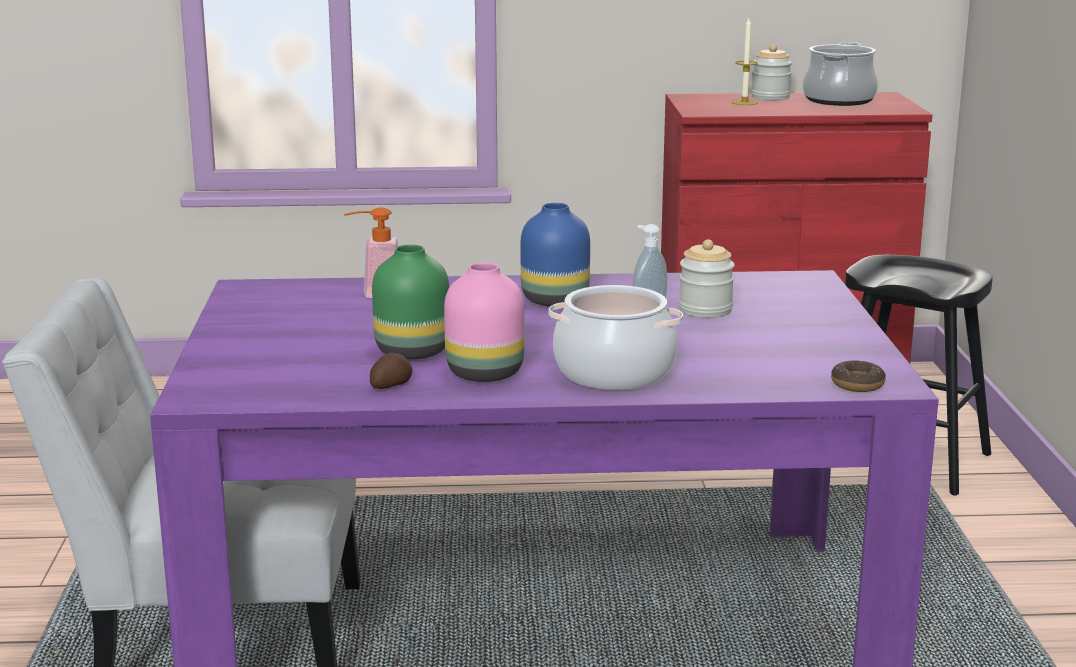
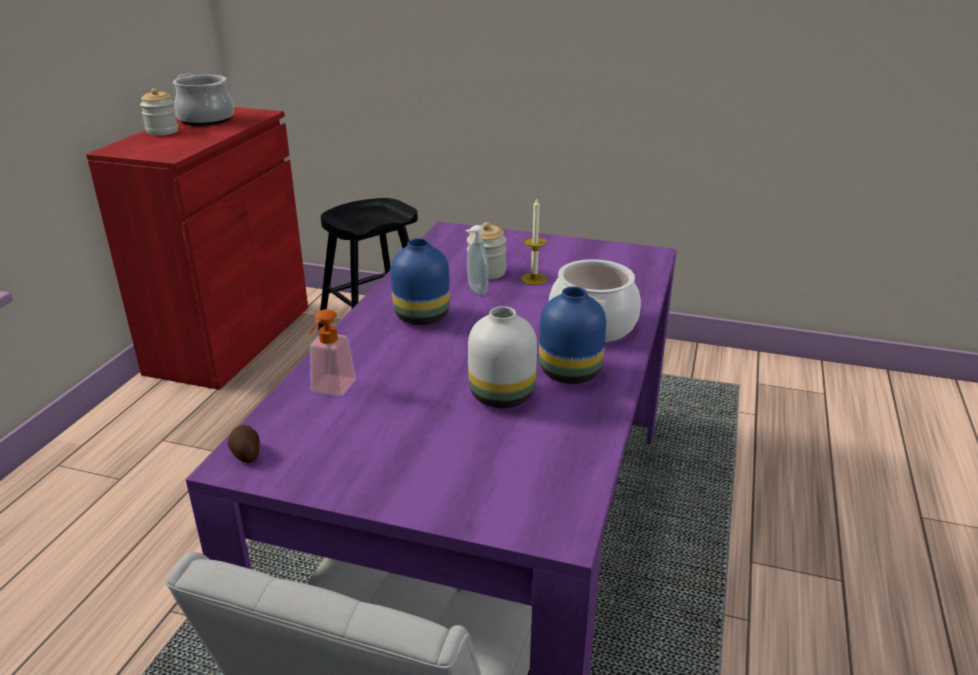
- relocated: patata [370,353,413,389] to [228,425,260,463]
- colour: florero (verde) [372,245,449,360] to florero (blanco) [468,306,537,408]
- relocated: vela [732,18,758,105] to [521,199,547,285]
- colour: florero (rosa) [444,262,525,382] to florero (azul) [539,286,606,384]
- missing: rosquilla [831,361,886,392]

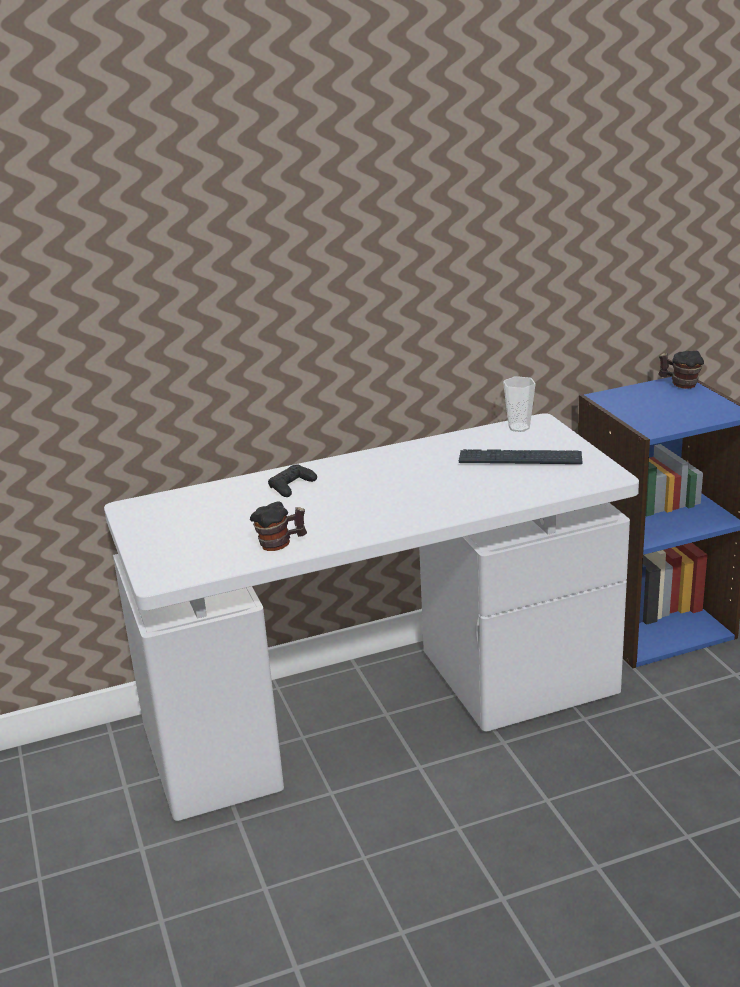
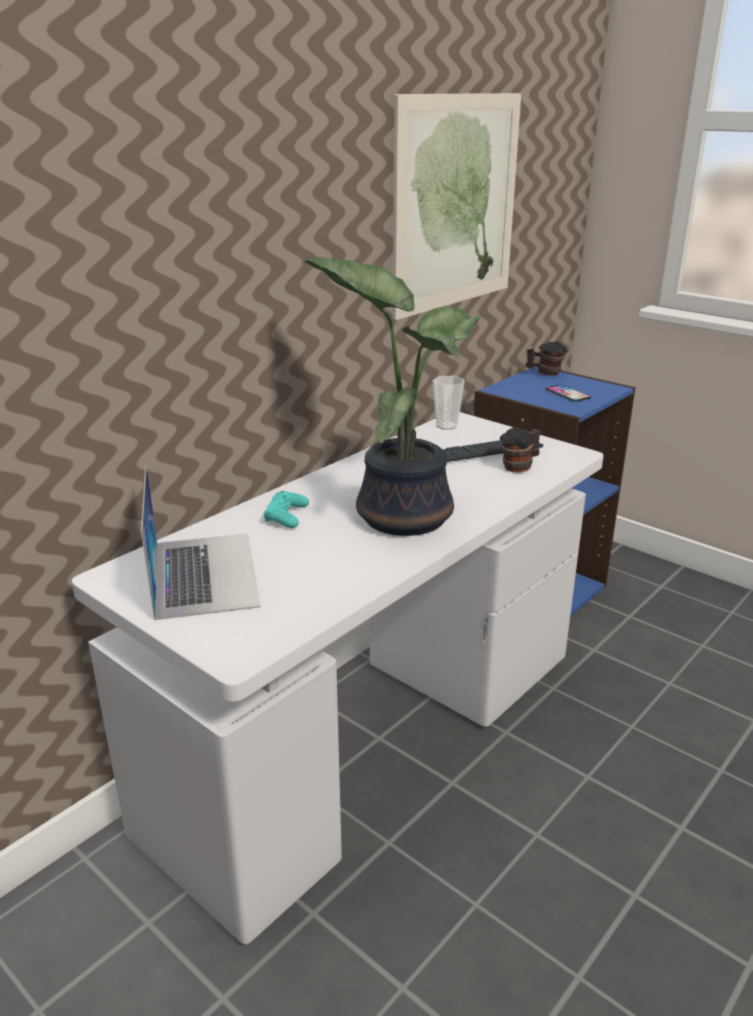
- appeared: portátil [141,465,261,620]
- colour: mando de consola (negro) [268,464,317,497] to mando de consola (turquesa) [263,491,309,528]
- appeared: planta en maceta [303,257,480,536]
- appeared: cuadro [393,93,521,320]
- relocated: taza grande [250,501,307,551] to [500,427,541,472]
- appeared: móvil [546,385,591,402]

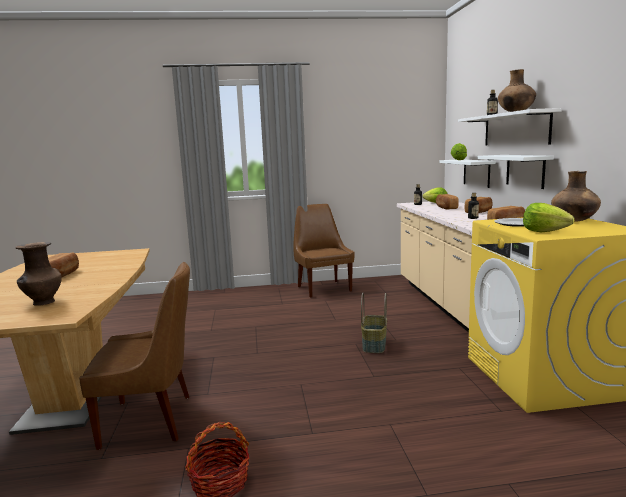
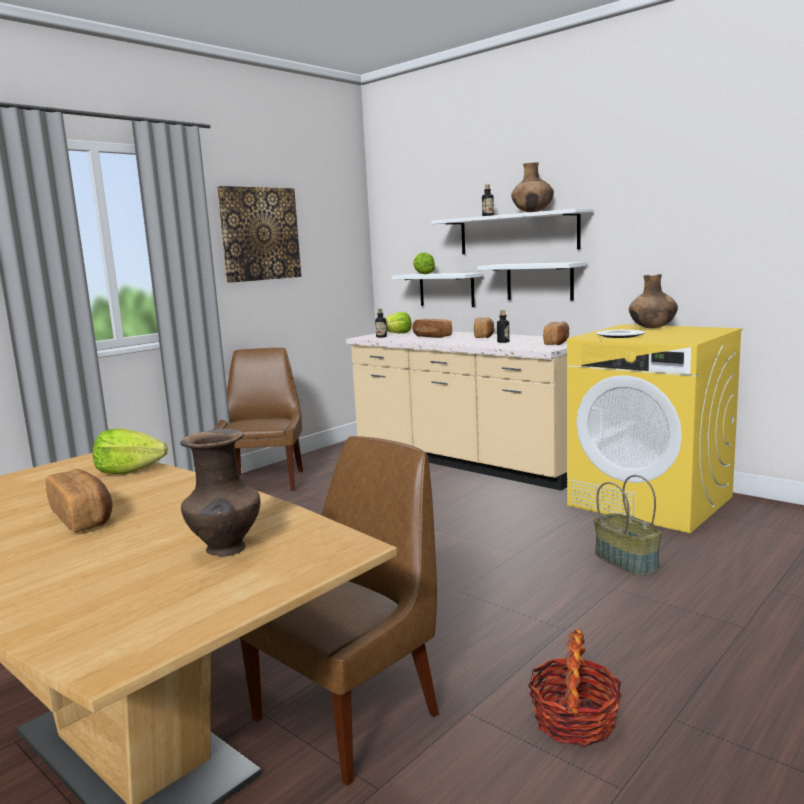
- relocated: lechuga [523,203,574,232] to [93,429,168,474]
- spun: silla (marrón) [294,204,355,298] = [213,348,303,491] 60 degrees clockwise
- appeared: cuadro [217,186,301,283]
- relocated: cesta [361,293,387,353] to [594,475,662,576]

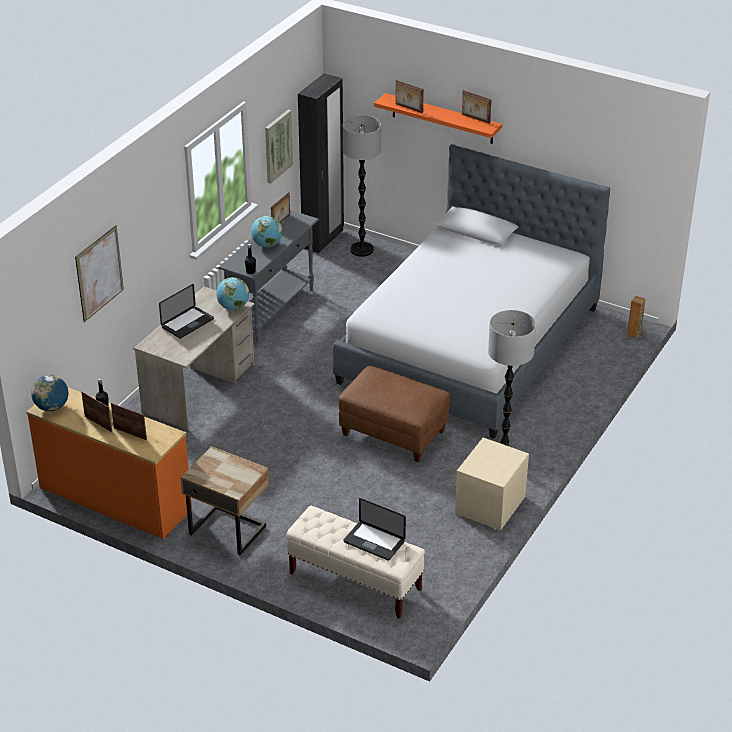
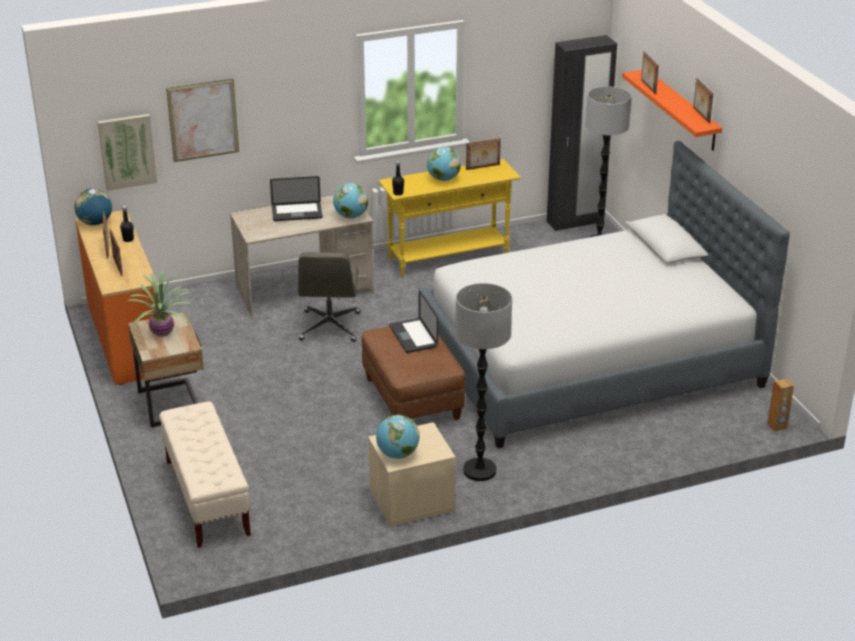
- relocated: cuadro [265,110,293,184] to [98,114,157,191]
- appeared: planta en maceta [128,270,193,337]
- appeared: silla de oficina (gris) [298,252,361,342]
- appeared: globo terráqueo [376,415,420,459]
- colour: mesa consola (gris) [218,210,319,343] to mesa consola (amarillo) [378,159,521,277]
- relocated: portátil [343,498,406,560] to [389,291,438,353]

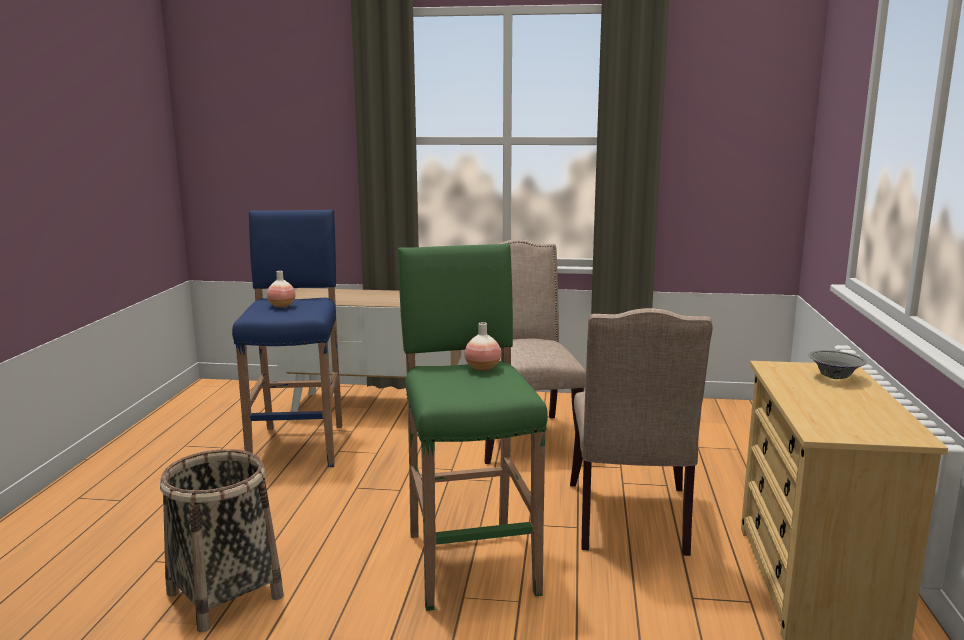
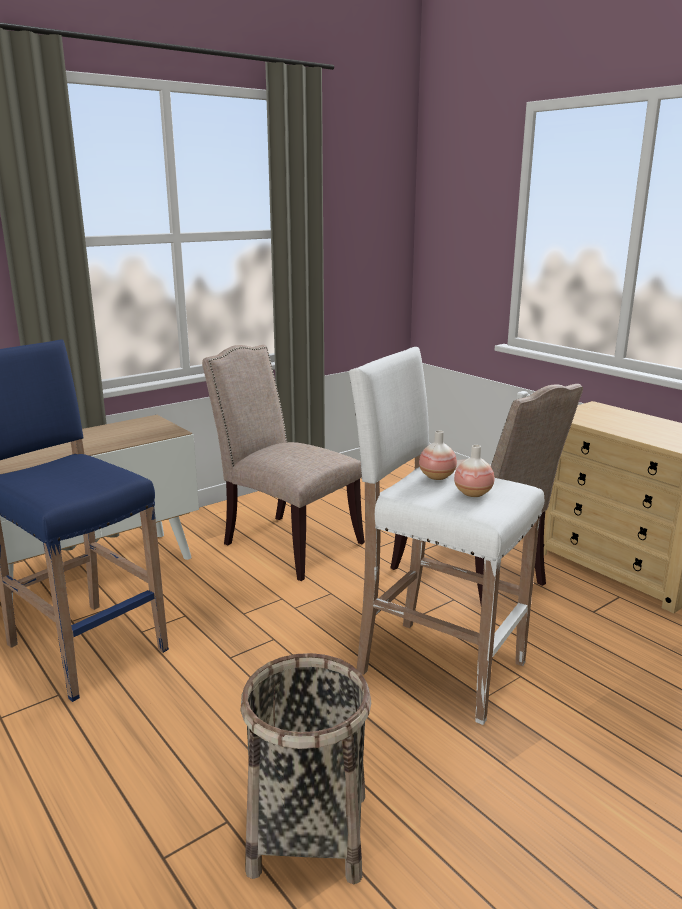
- colour: taburete (verde) [398,243,548,611] to taburete (blanco) [349,347,544,725]
- relocated: florero [267,271,295,308] to [454,445,494,497]
- missing: cuenco (gris) [808,350,867,379]

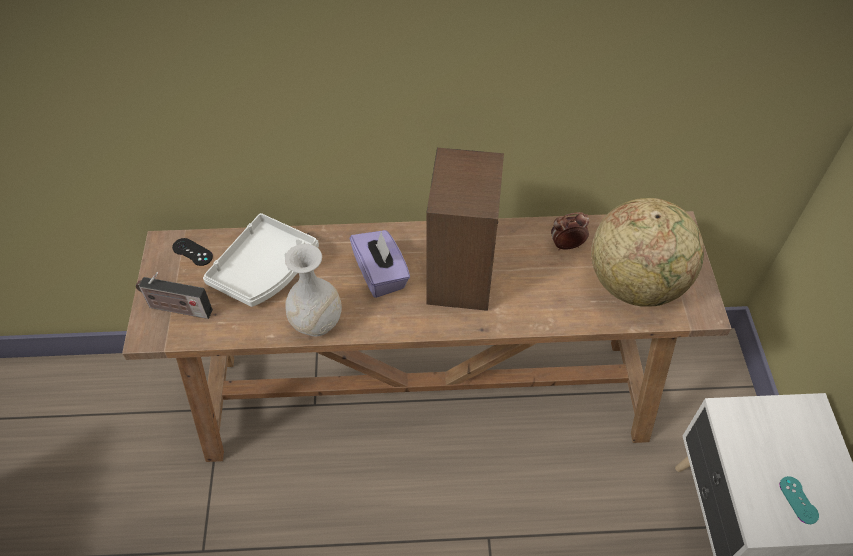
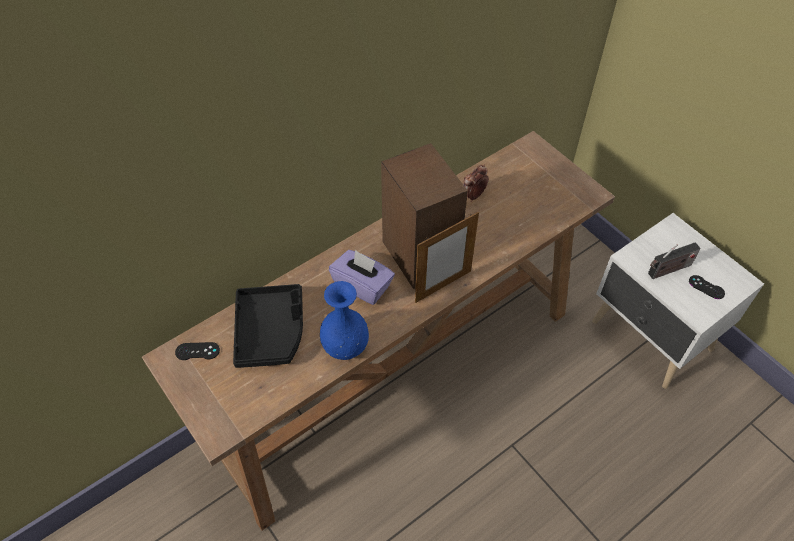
- colour: bandeja (blanco) [203,213,319,307] to bandeja (negro) [233,284,303,368]
- colour: florero (blanco) [285,244,342,336] to florero (azul) [320,281,369,360]
- appeared: portarretratos [415,212,479,303]
- relocated: radio [136,272,213,319] to [648,242,701,279]
- colour: mando de consola (turquesa) [780,476,819,524] to mando de consola (negro) [689,275,725,299]
- missing: globo terráqueo [591,198,704,307]

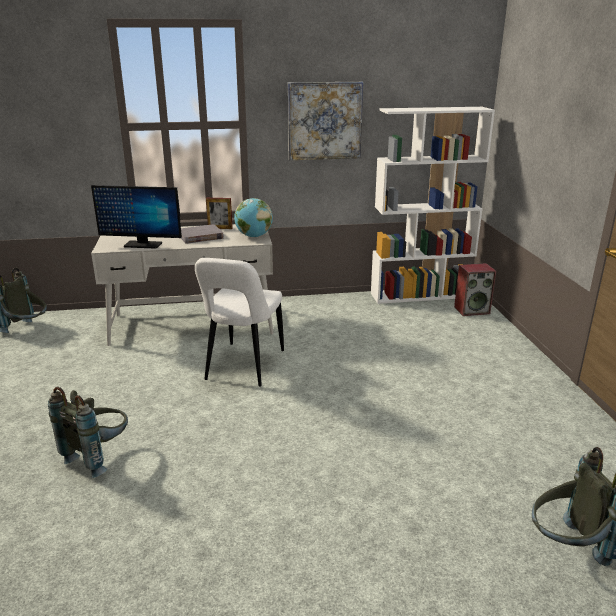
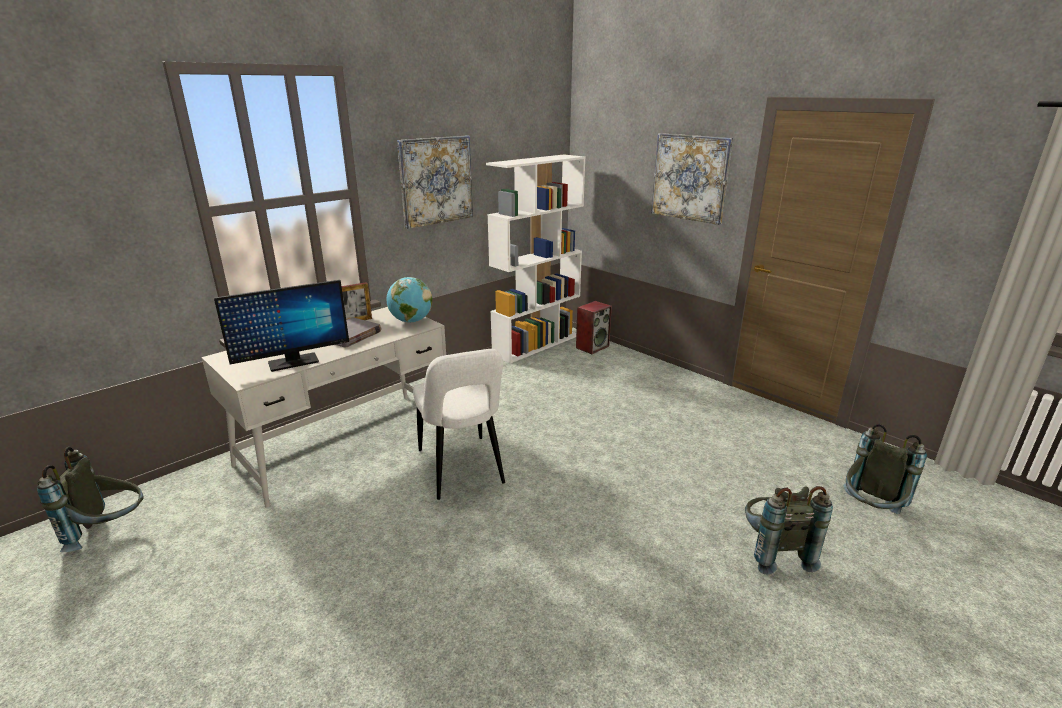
- appeared: cuadro [651,133,733,225]
- relocated: mochila (gris) [48,387,128,478] to [745,486,833,575]

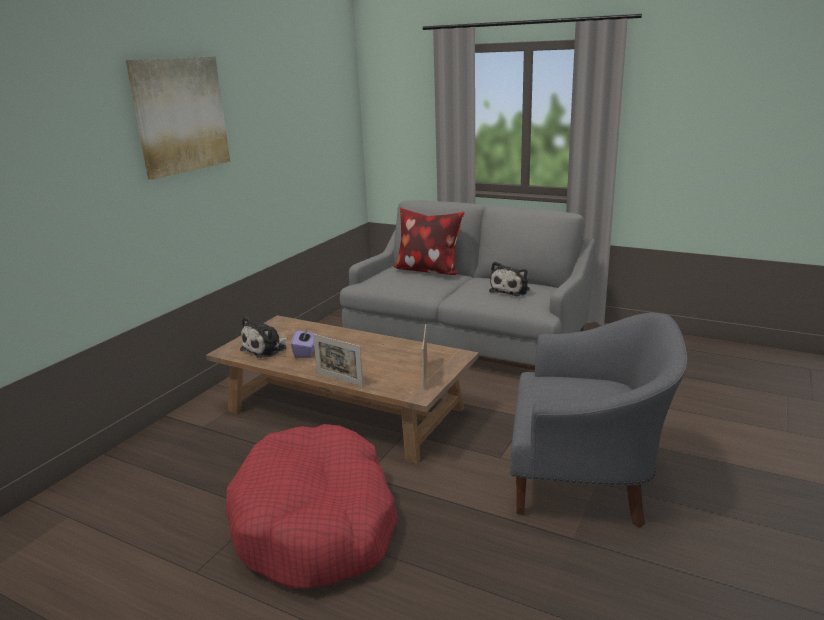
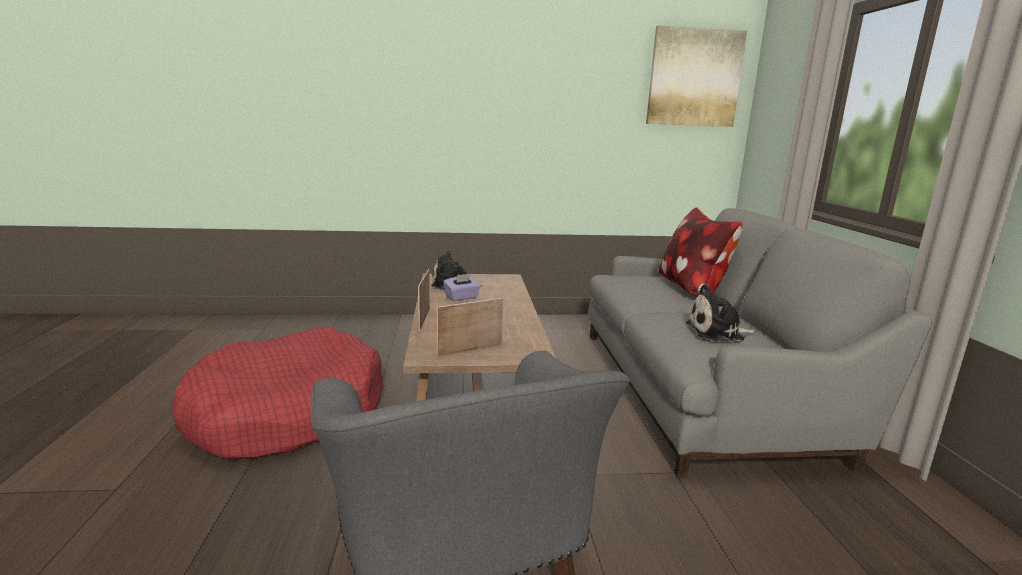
- relocated: cuadro [126,56,230,179] to [646,26,747,127]

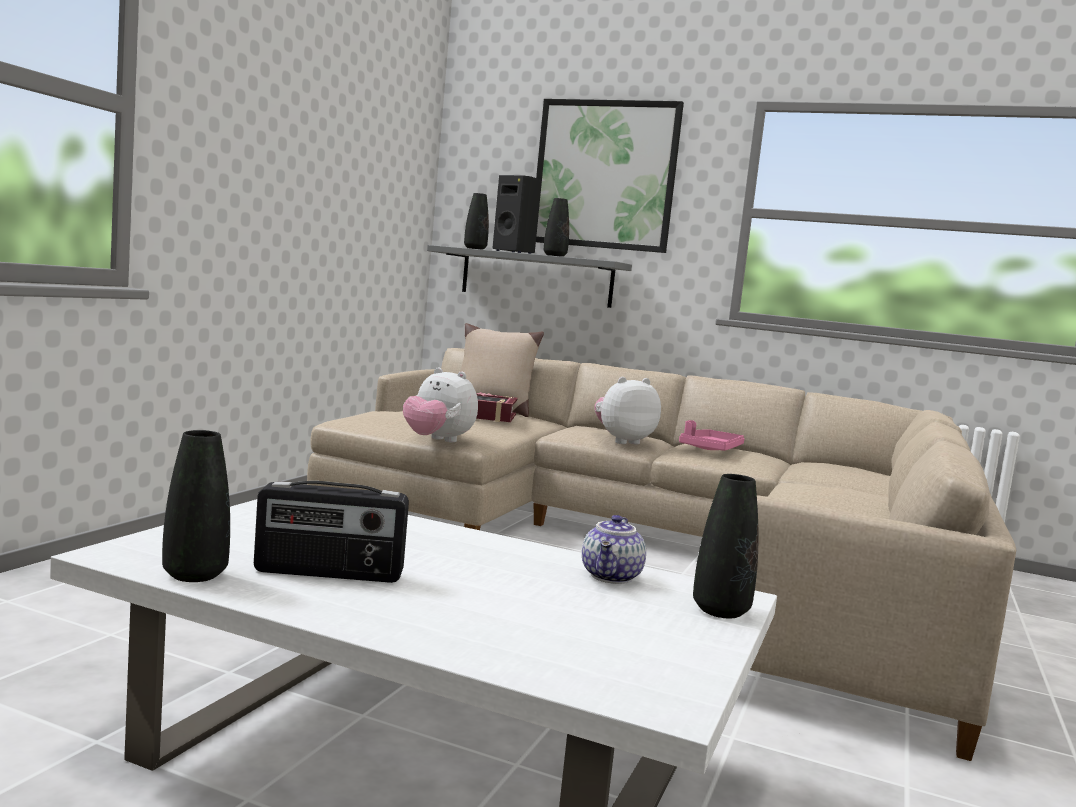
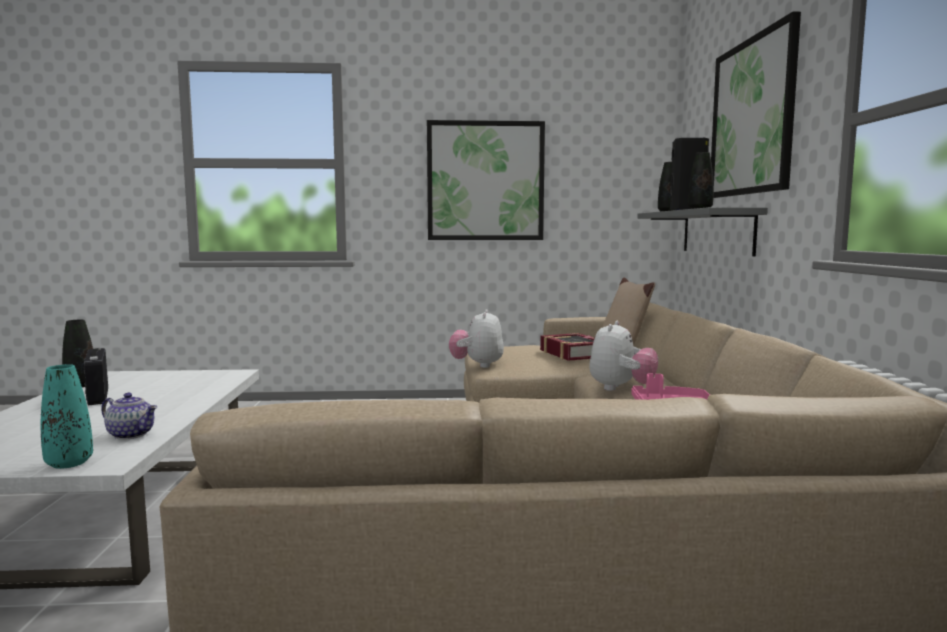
- colour: florero (negro) [693,474,758,619] to florero (turquesa) [41,364,93,469]
- spun: tetera [582,515,646,584] = [101,393,157,440] 150 degrees counterclockwise
- appeared: cuadro [427,120,545,240]
- spun: peluche [594,377,661,444] = [589,321,658,391] 75 degrees clockwise

